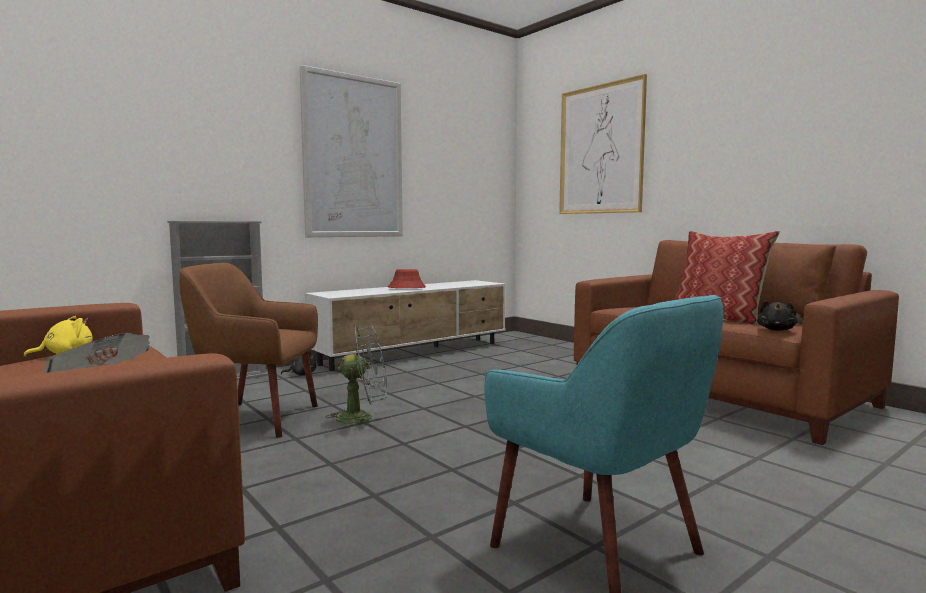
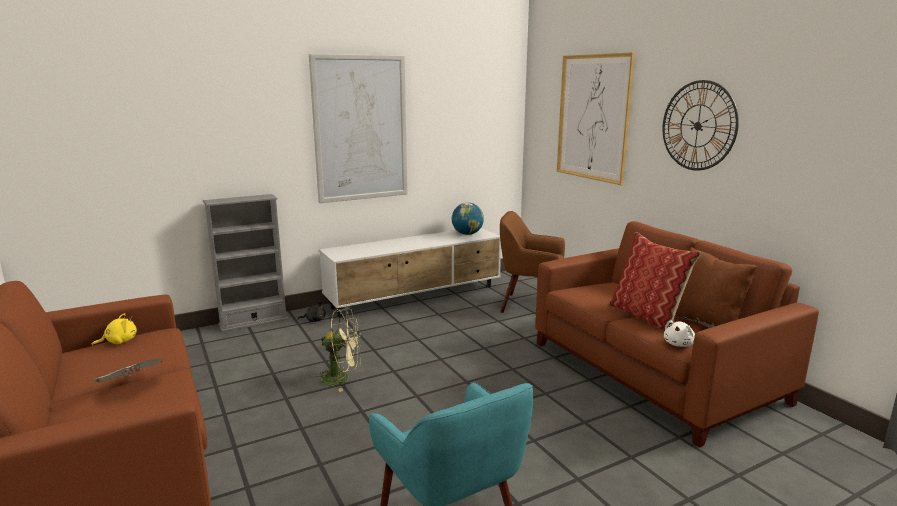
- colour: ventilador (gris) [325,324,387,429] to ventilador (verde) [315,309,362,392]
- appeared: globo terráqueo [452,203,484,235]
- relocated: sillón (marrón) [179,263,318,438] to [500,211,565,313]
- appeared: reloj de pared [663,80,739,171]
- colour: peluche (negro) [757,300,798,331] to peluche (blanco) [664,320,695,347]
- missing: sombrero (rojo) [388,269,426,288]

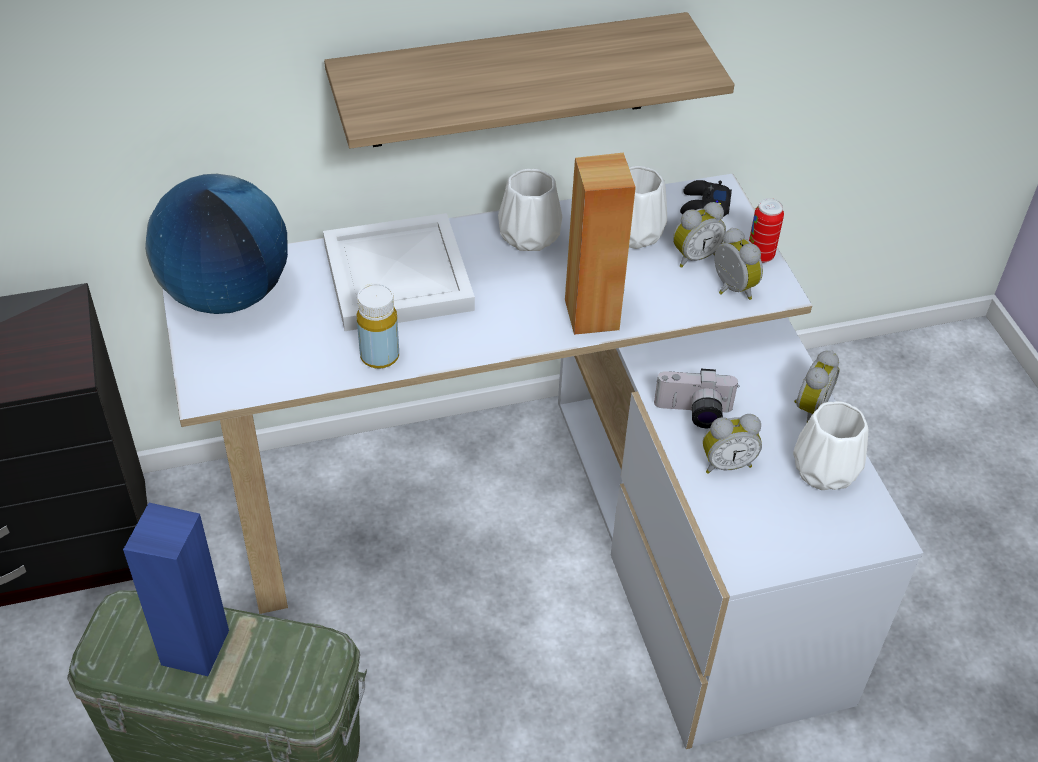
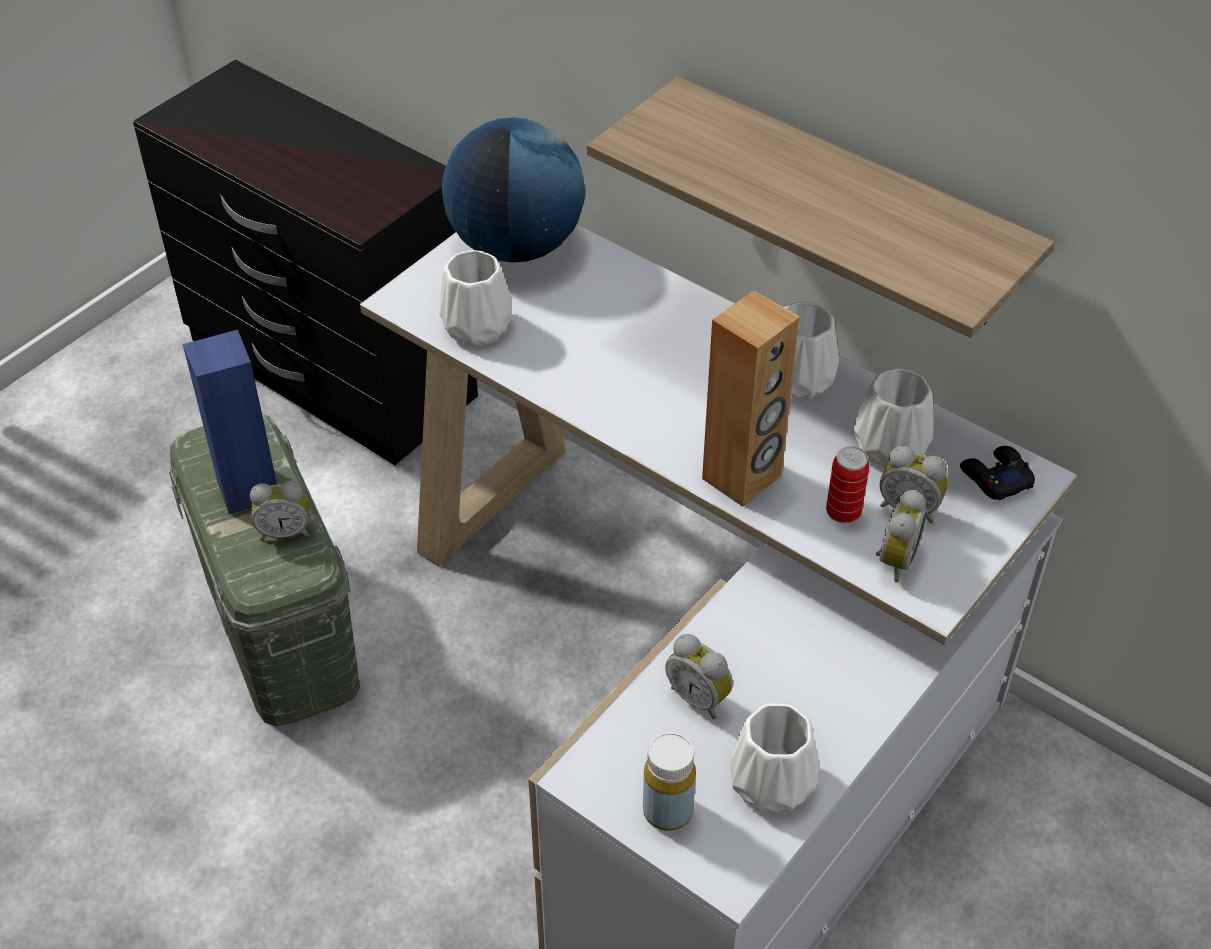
- relocated: despertador [794,350,839,422] to [250,481,310,541]
- appeared: florero (blanco) [439,250,512,346]
- relocated: botella (amarillo) [357,283,399,369] to [643,732,696,831]
- relocated: lata [749,198,784,263] to [826,446,869,523]
- missing: bandeja (blanco) [323,213,475,331]
- missing: cámara [654,369,740,428]

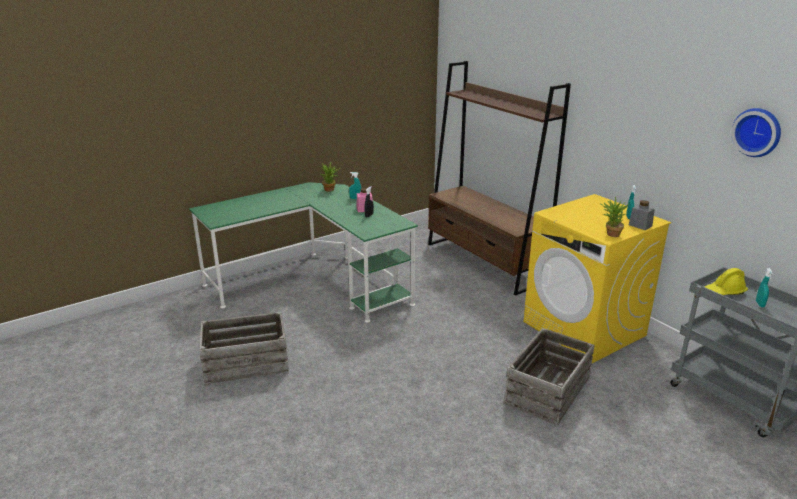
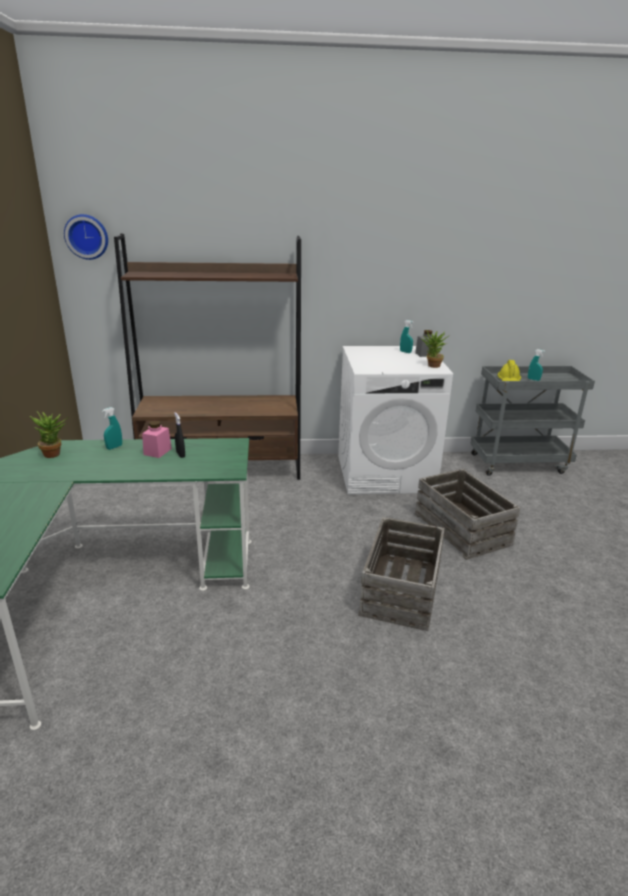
- relocated: reloj de pared [731,108,781,157] to [64,214,108,260]
- colour: lavadora (amarillo) [523,194,671,363] to lavadora (blanco) [338,346,453,495]
- relocated: caja de embalaje [199,312,289,386] to [358,517,445,631]

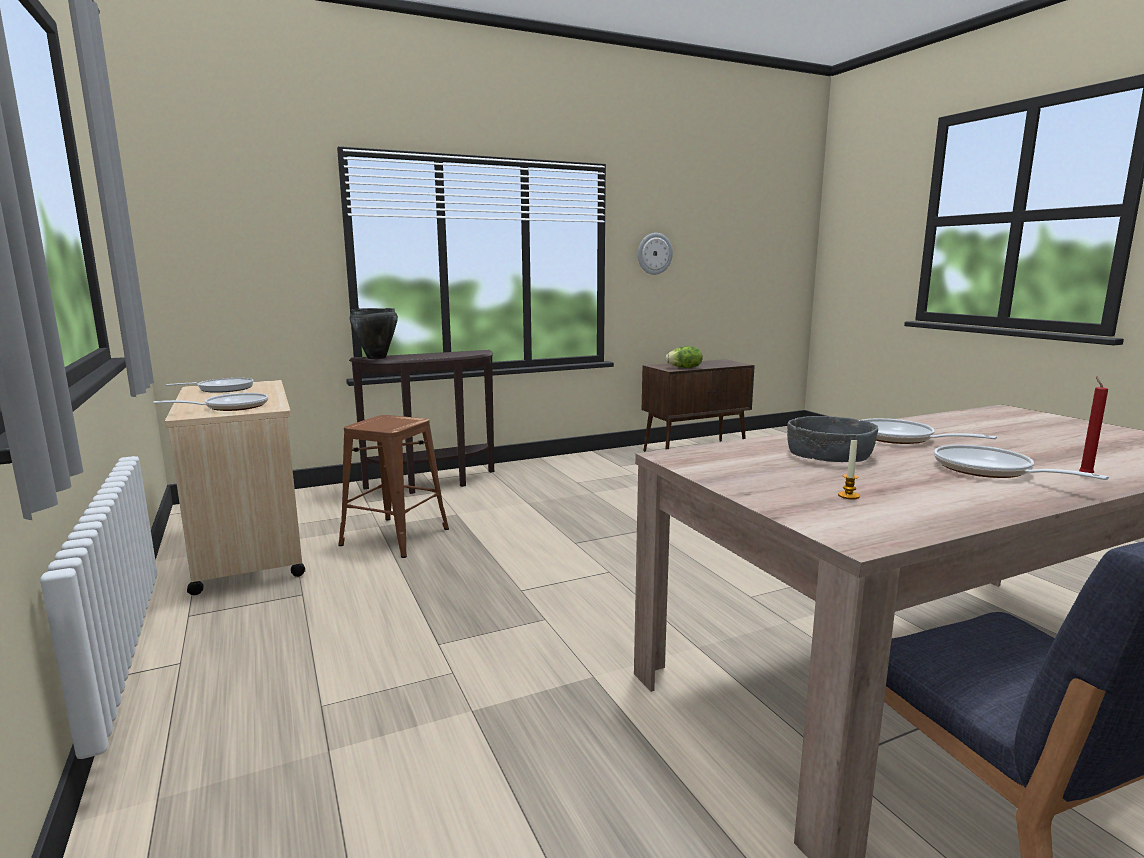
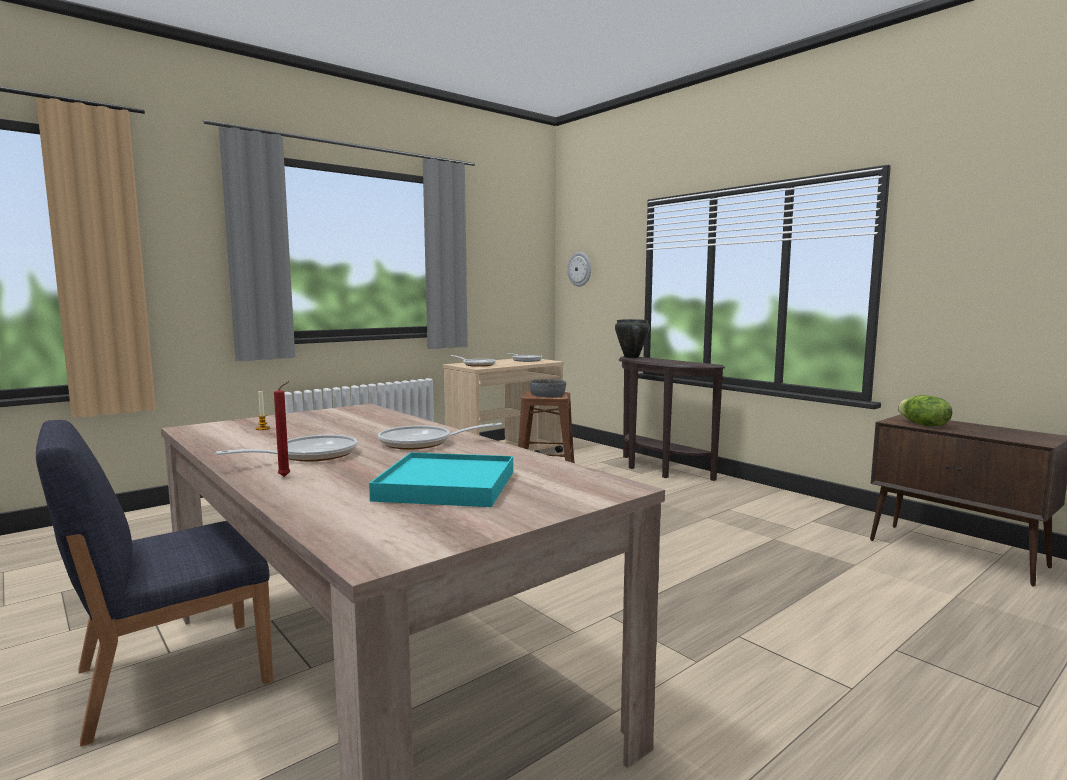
- appeared: bandeja (turquesa) [369,452,513,507]
- spun: sartén [859,418,997,444] = [378,423,502,450] 135 degrees counterclockwise
- relocated: cuenco (gris) [787,416,878,462] to [529,379,566,397]
- relocated: reloj de pared [638,233,673,275] to [567,252,591,287]

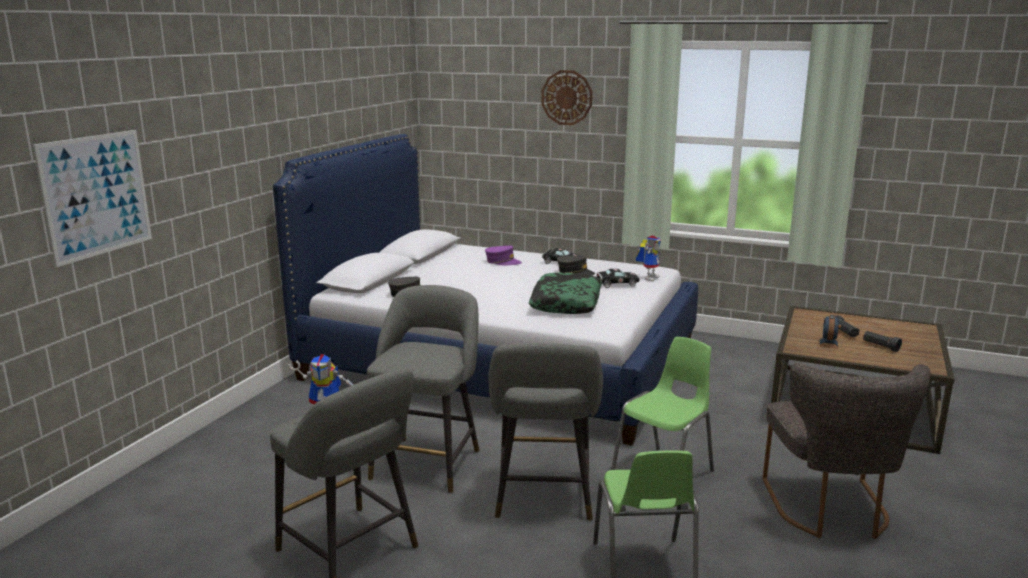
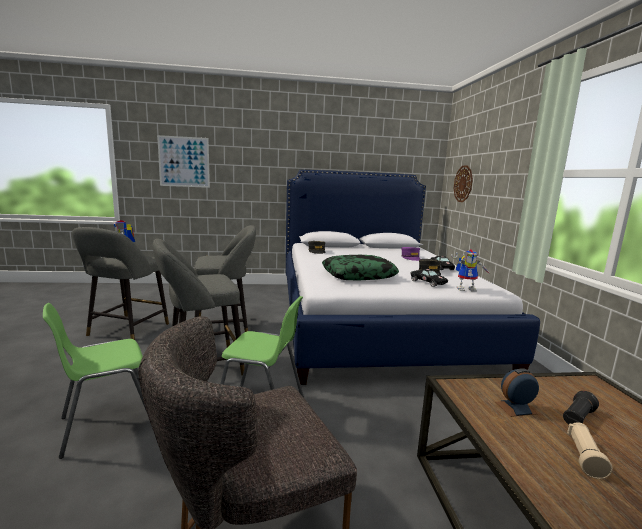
- relocated: reloj de pared [541,70,592,125] to [454,165,473,202]
- colour: linterna (negro) [863,331,902,352] to linterna (beis) [567,422,613,479]

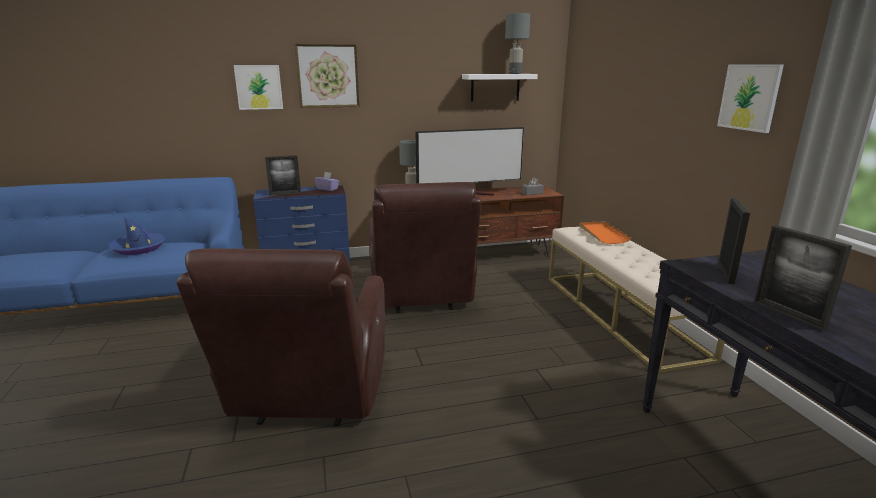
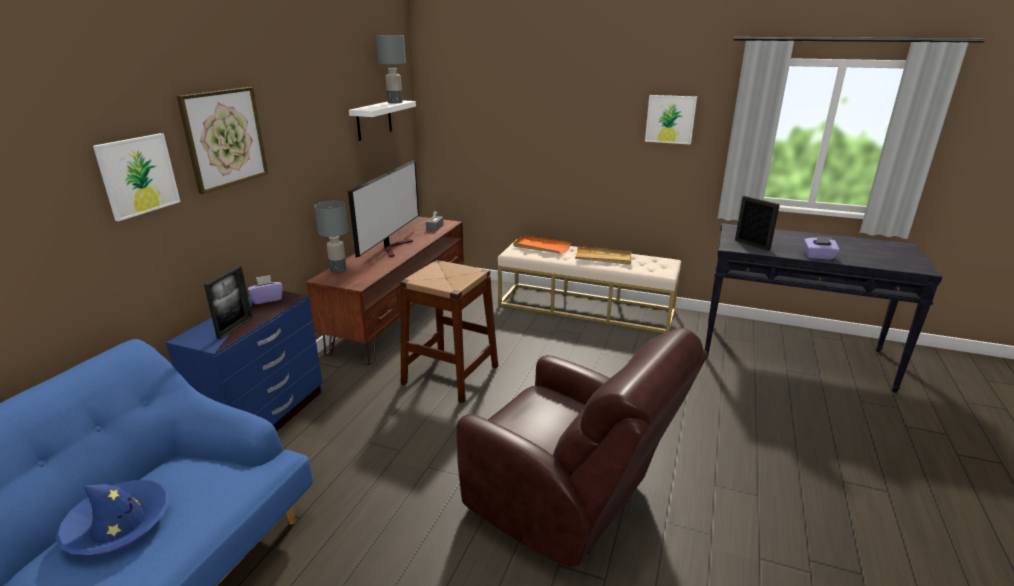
- exchanged: sillón (marrón) [368,182,481,314] to taburete (marrón) [400,260,498,403]
- appeared: bandeja (beis) [575,246,631,265]
- exchanged: portarretratos [754,225,852,331] to caja de pañuelos (morado) [804,236,839,260]

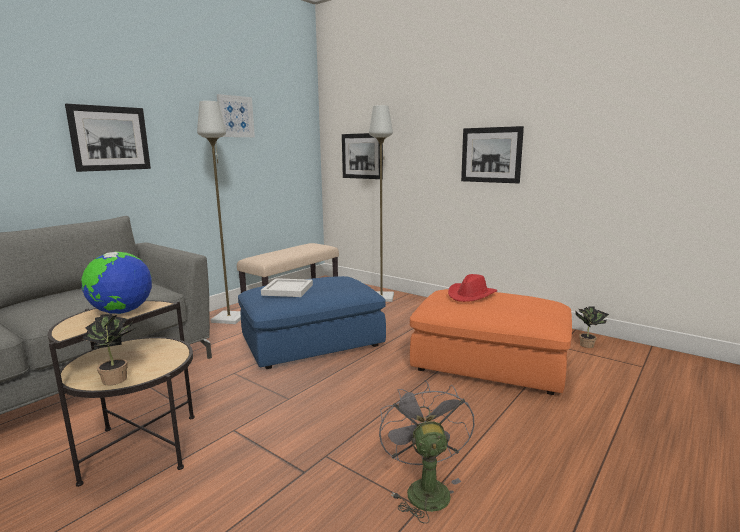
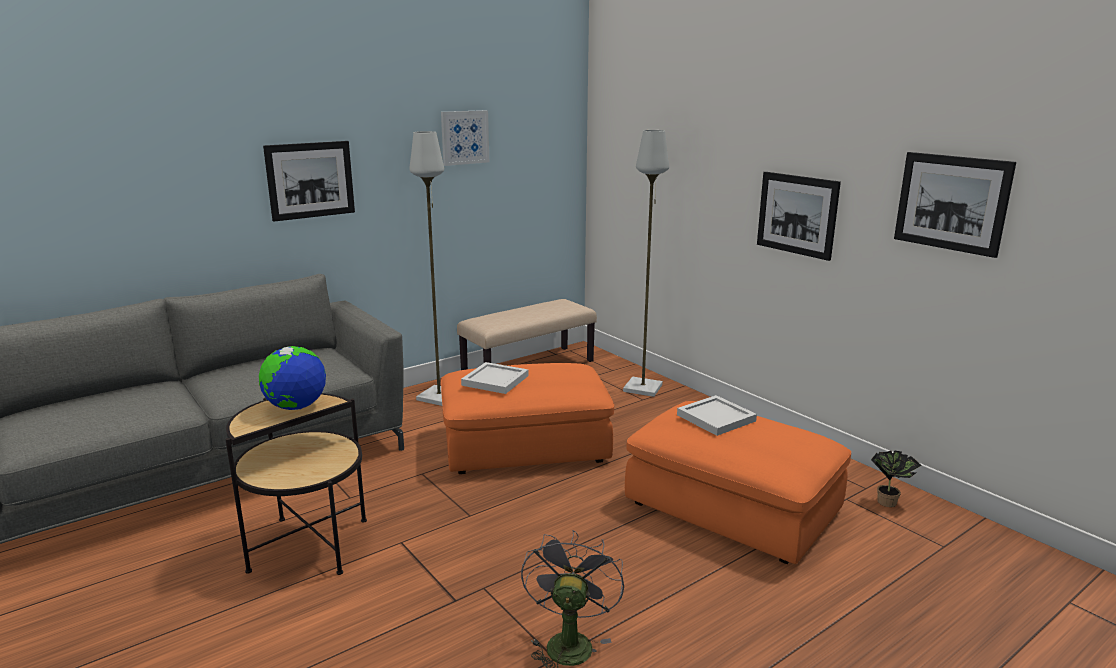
- colour: puf (azul) [238,276,386,369] to puf (naranja) [441,363,614,474]
- exchanged: sombrero (rojo) [448,274,498,302] to bandeja (blanco) [677,395,757,436]
- relocated: cuadro [342,133,383,179] to [894,152,1016,258]
- missing: planta en maceta [82,314,137,386]

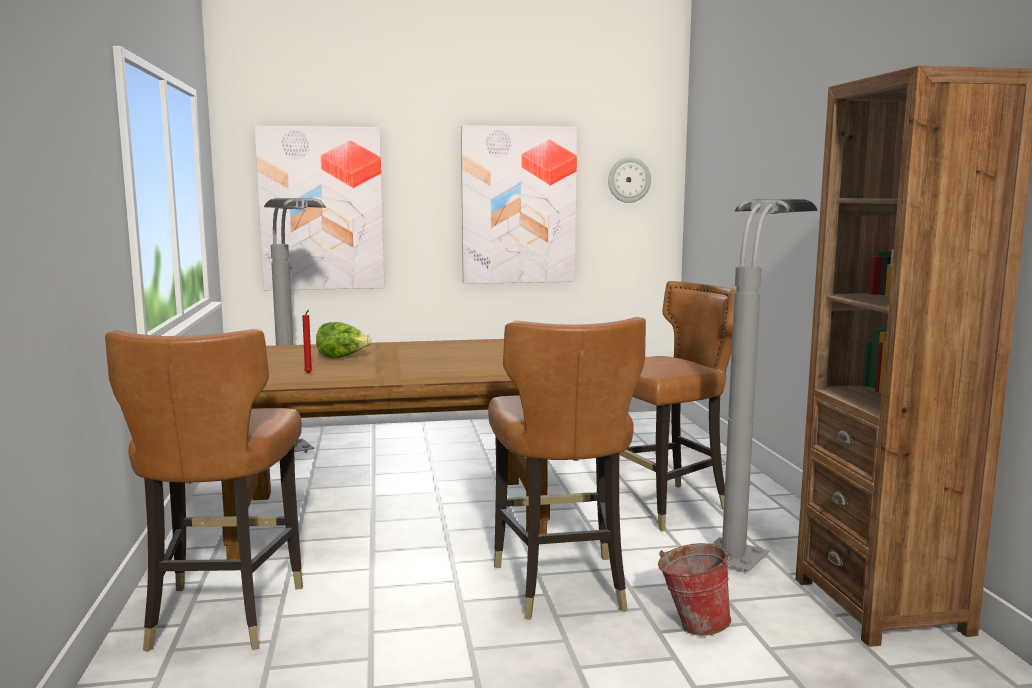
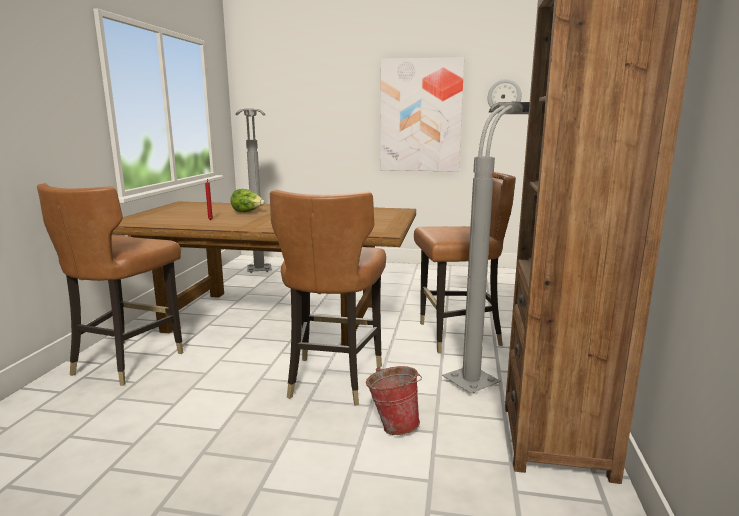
- missing: cuadro [254,126,385,290]

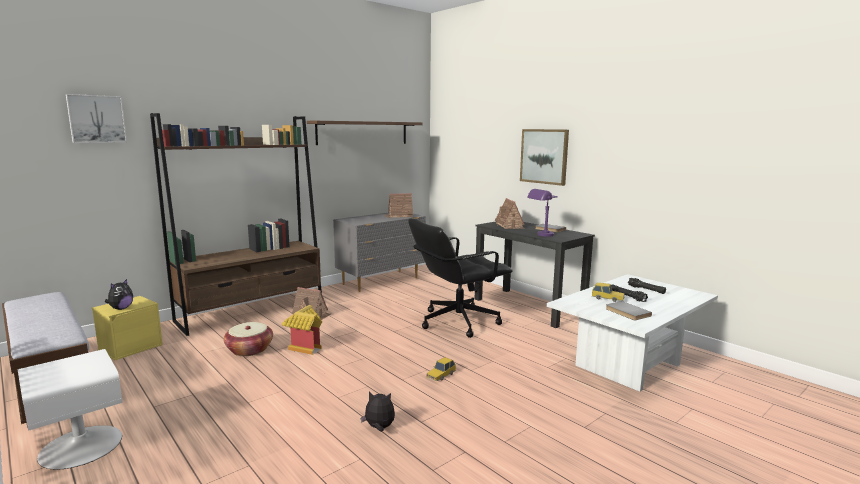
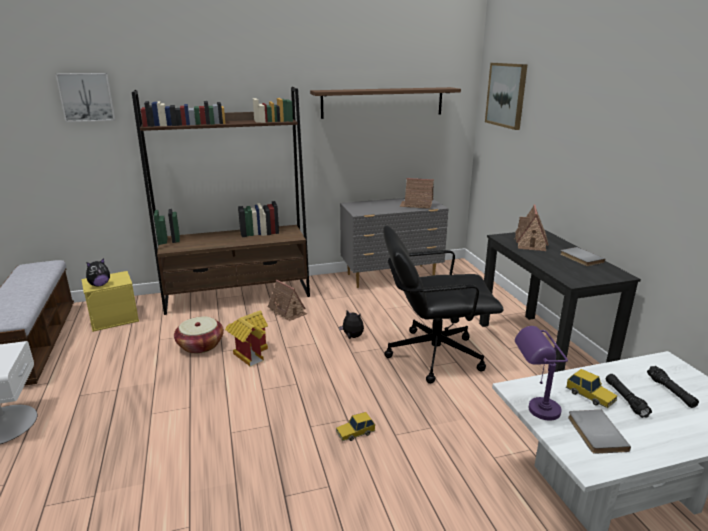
- relocated: peluche [361,392,395,432] to [339,310,364,339]
- relocated: cuadro [520,129,569,186] to [485,63,528,130]
- relocated: lámpara de mesa (morado) [527,189,558,237] to [515,326,568,421]

